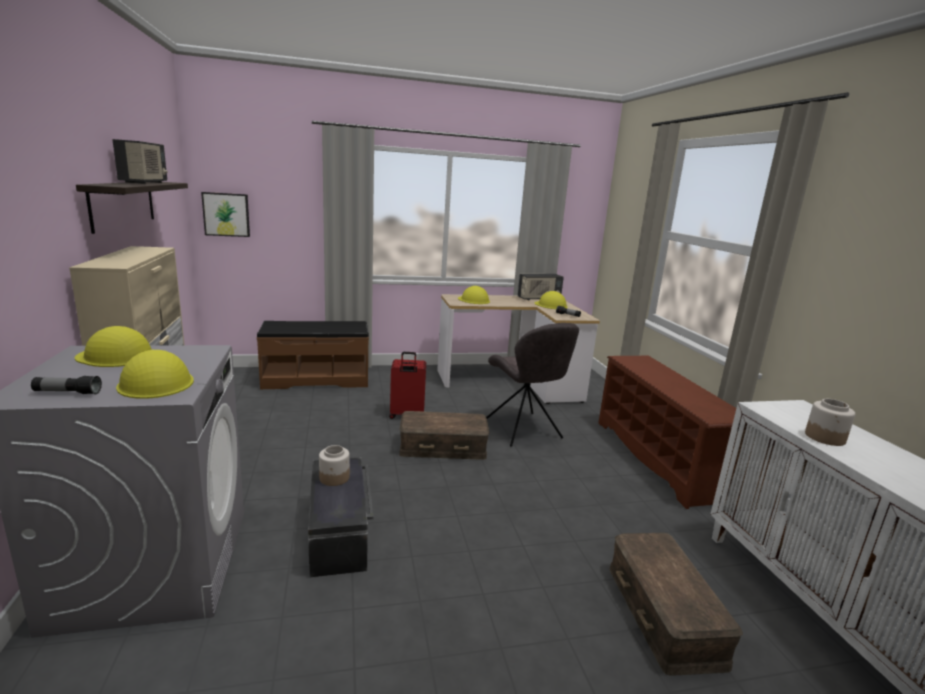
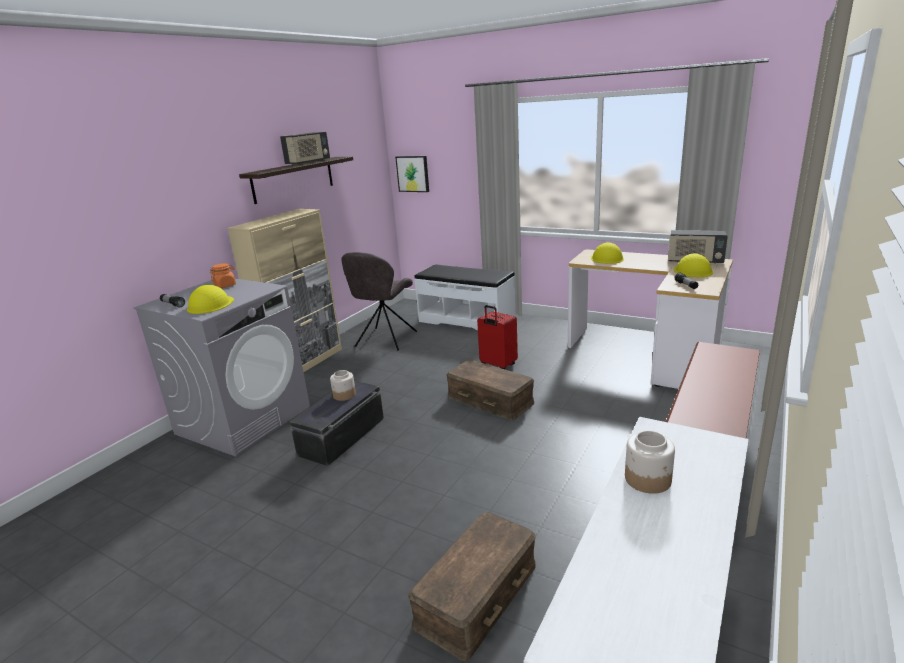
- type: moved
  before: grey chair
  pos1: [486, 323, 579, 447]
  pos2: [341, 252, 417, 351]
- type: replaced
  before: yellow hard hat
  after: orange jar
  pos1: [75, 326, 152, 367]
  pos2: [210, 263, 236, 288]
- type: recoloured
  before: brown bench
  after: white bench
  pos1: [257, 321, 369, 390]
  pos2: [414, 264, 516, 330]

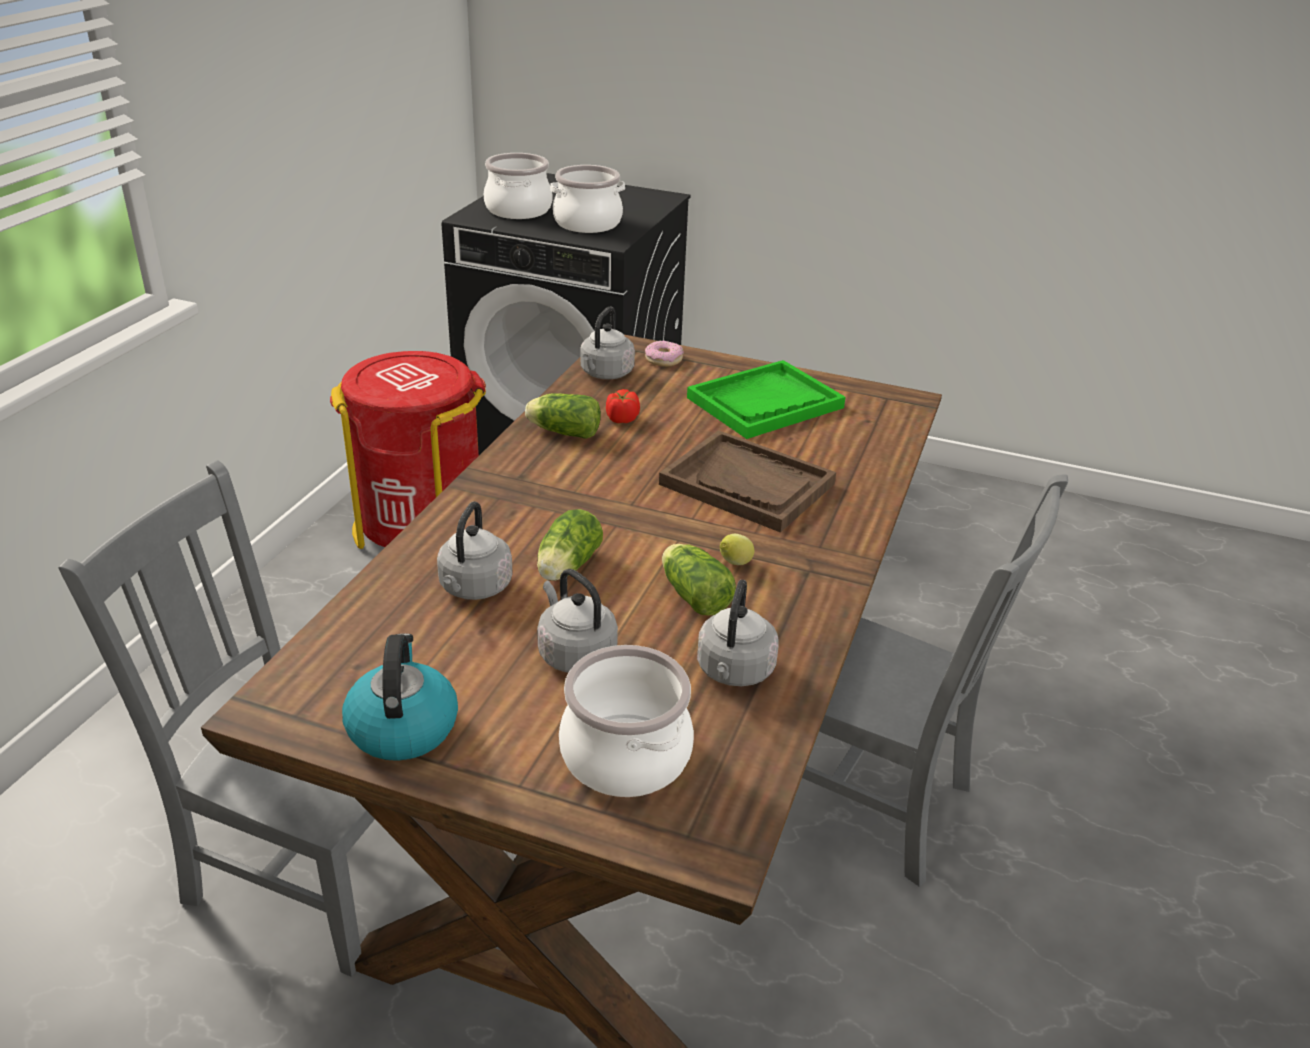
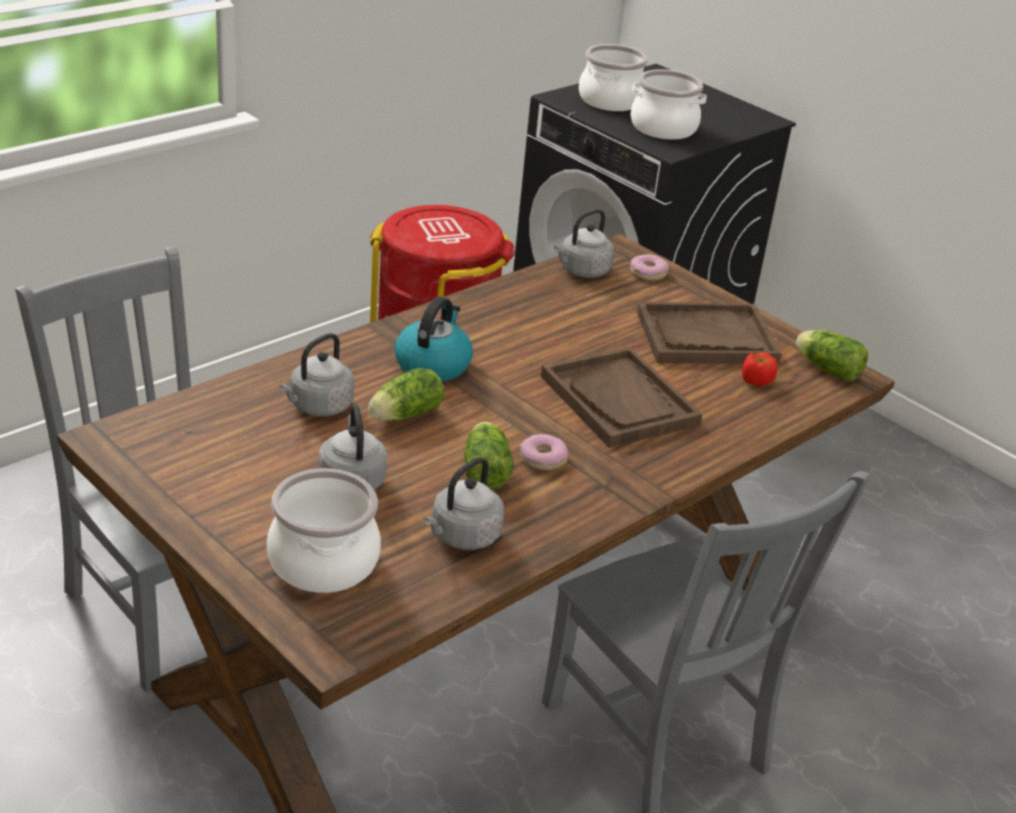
- type: moved
  before: kettle
  pos1: [342, 634, 458, 761]
  pos2: [394, 297, 473, 382]
- type: moved
  before: lettuce
  pos1: [525, 393, 601, 439]
  pos2: [796, 330, 868, 381]
- type: moved
  before: tomato
  pos1: [606, 389, 640, 423]
  pos2: [742, 352, 778, 386]
- type: replaced
  before: lemon
  after: donut
  pos1: [720, 534, 754, 565]
  pos2: [520, 434, 568, 471]
- type: recoloured
  before: green tray
  after: brown tray
  pos1: [687, 360, 846, 439]
  pos2: [637, 302, 782, 364]

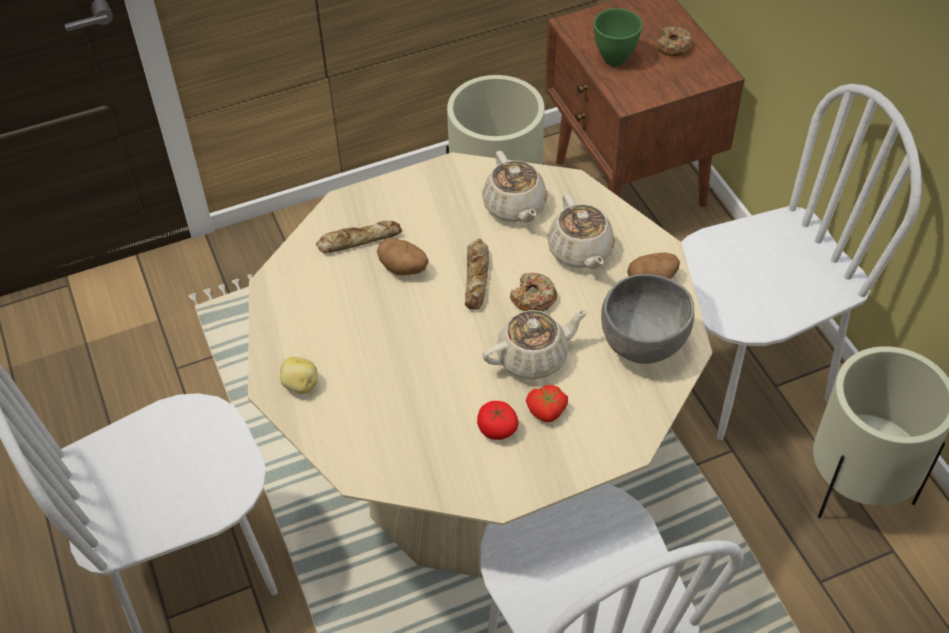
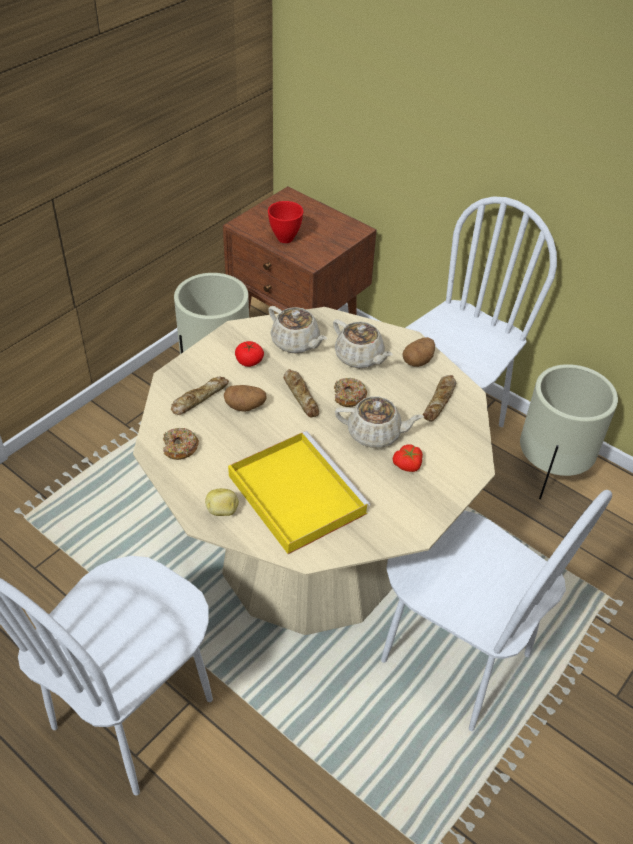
- type: added
  after: yellow tray
  pos2: [228, 431, 370, 554]
- type: moved
  before: tomato
  pos1: [477, 401, 518, 440]
  pos2: [235, 341, 264, 367]
- type: moved
  before: donut
  pos1: [656, 26, 693, 56]
  pos2: [163, 428, 199, 460]
- type: replaced
  before: grey bowl
  after: bread
  pos1: [601, 274, 694, 364]
  pos2: [423, 375, 456, 422]
- type: recoloured
  before: green bowl
  after: red bowl
  pos1: [594, 8, 642, 66]
  pos2: [268, 201, 303, 243]
- type: turned
  before: beige teapot
  pos1: [482, 309, 589, 380]
  pos2: [335, 396, 424, 448]
  turn: 60

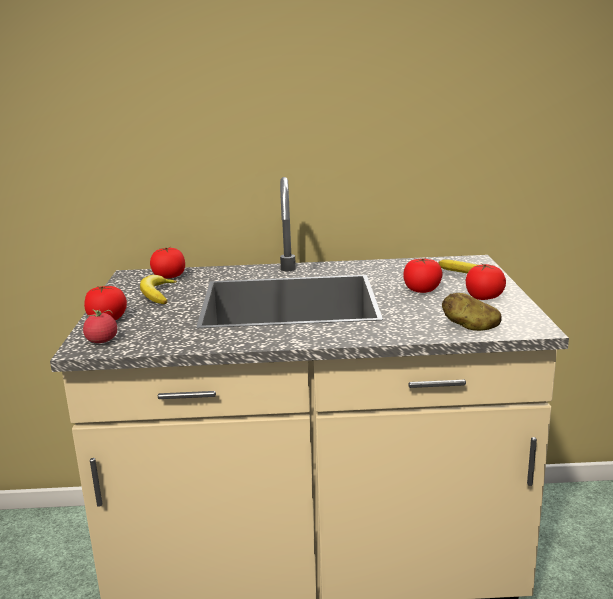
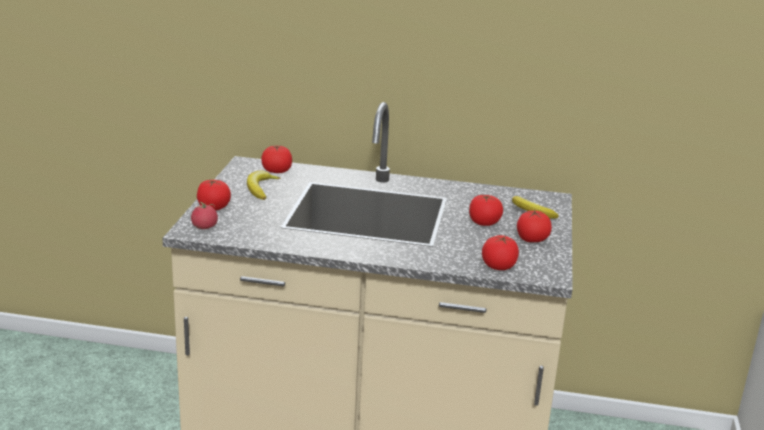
- type: replaced
  before: potato
  after: tomato
  pos1: [442, 293, 502, 331]
  pos2: [482, 235, 519, 270]

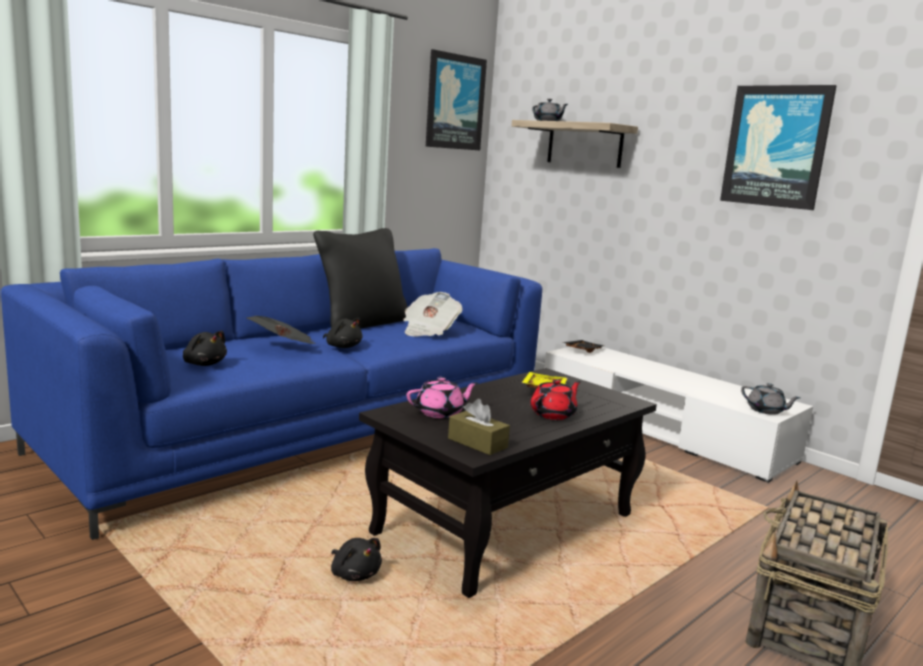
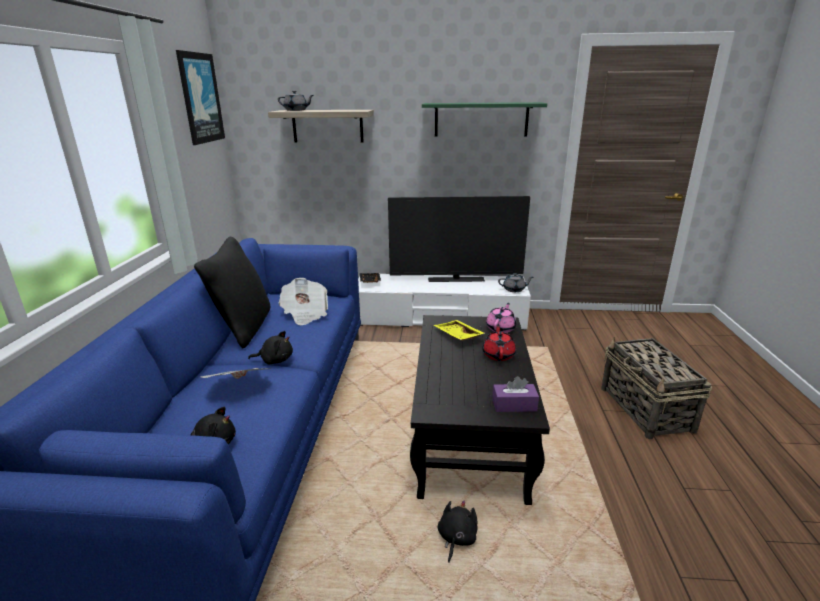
- type: added
  after: television
  pos2: [388, 196, 530, 282]
- type: moved
  before: pink teapot
  pos1: [407, 377, 478, 418]
  pos2: [486, 303, 516, 333]
- type: replaced
  before: picture
  after: green shelf
  pos1: [720, 85, 837, 210]
  pos2: [422, 102, 547, 137]
- type: recoloured
  before: brown tissue box
  after: purple tissue box
  pos1: [448, 399, 510, 455]
  pos2: [492, 376, 539, 412]
- type: turned
  before: black plush toy
  pos1: [331, 538, 382, 581]
  pos2: [438, 500, 478, 563]
  turn: -75

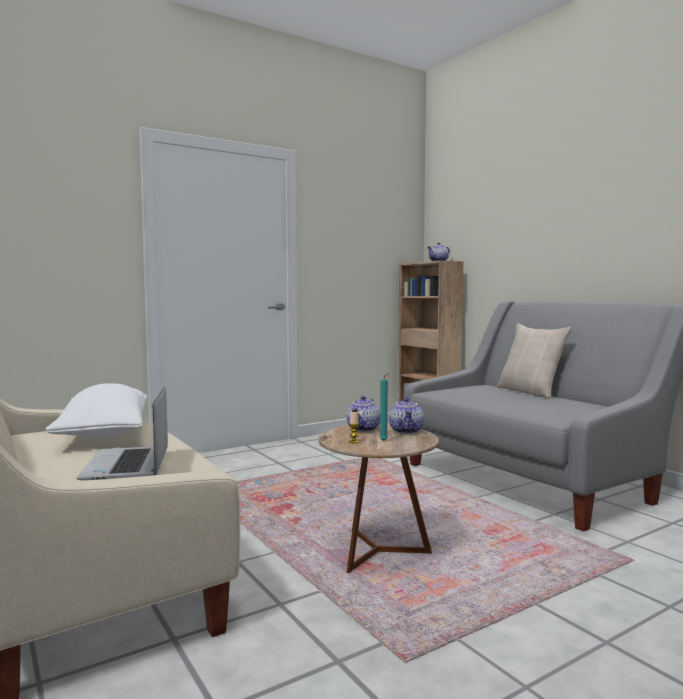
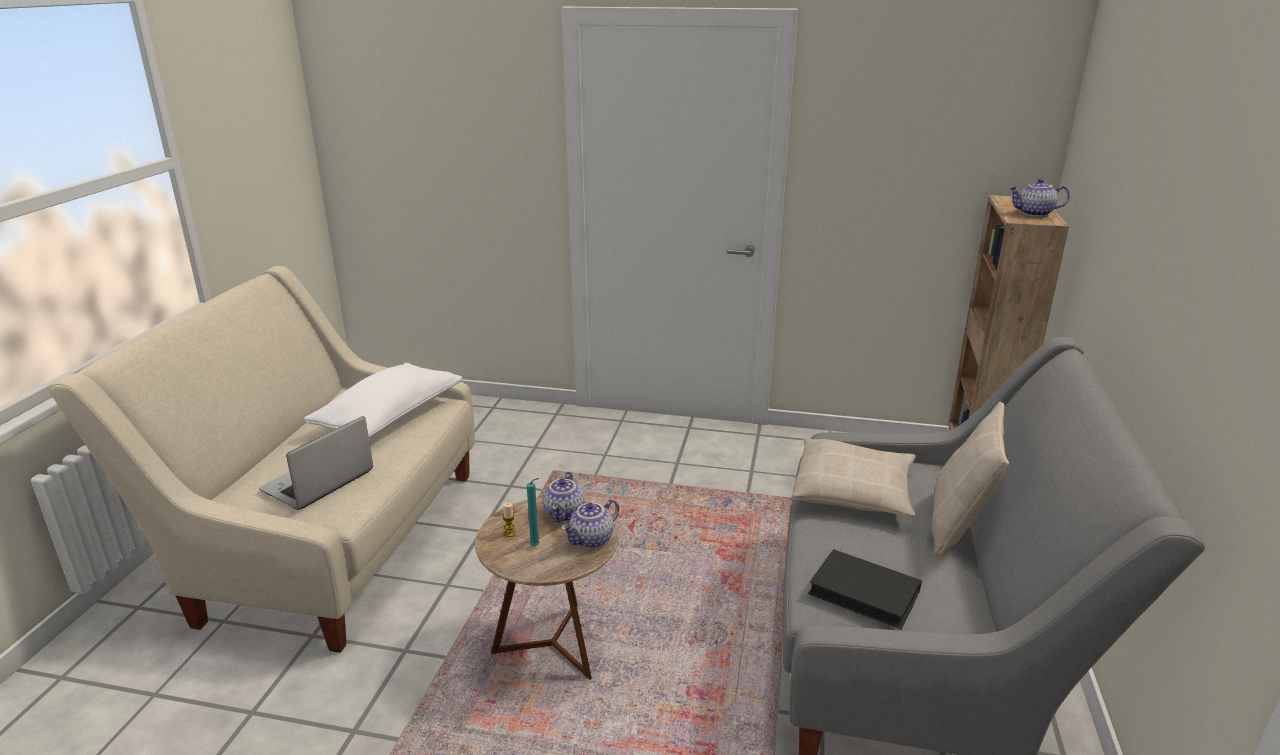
- type: added
  after: beige pillow
  pos2: [792, 438, 916, 519]
- type: added
  after: black book
  pos2: [808, 549, 922, 630]
- type: turned
  before: teapot
  pos1: [346, 396, 380, 432]
  pos2: [543, 471, 585, 522]
  turn: -60

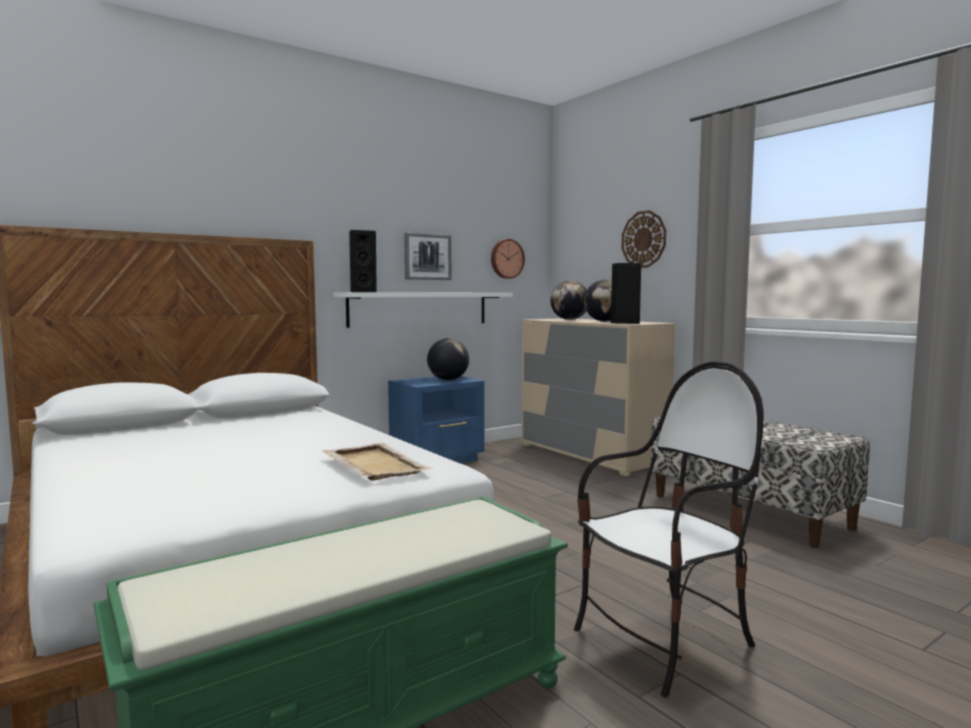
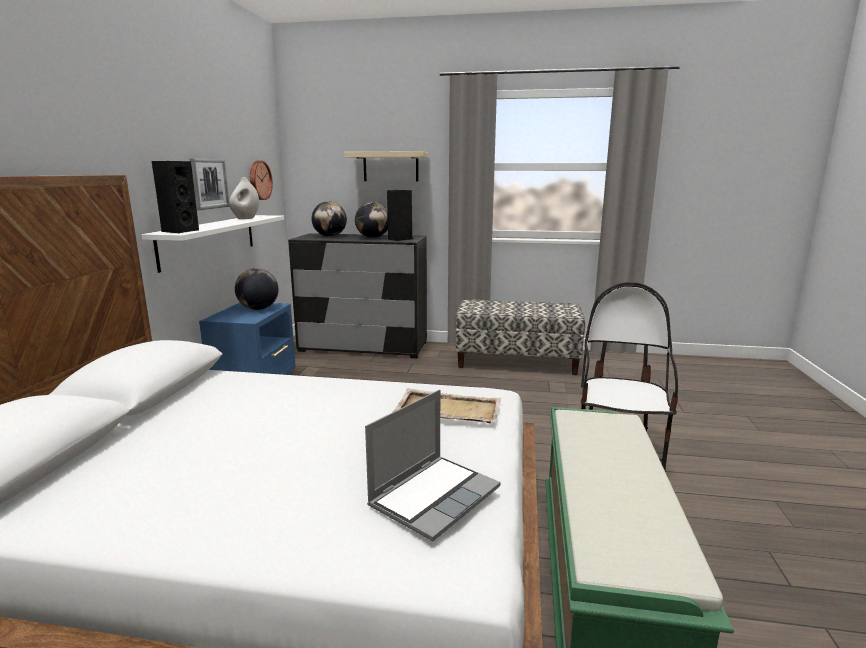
- type: added
  after: white vase
  pos2: [229, 177, 259, 219]
- type: added
  after: laptop
  pos2: [365, 390, 500, 541]
- type: replaced
  before: wall clock
  after: beige shelf
  pos1: [621, 210, 666, 268]
  pos2: [344, 151, 429, 181]
- type: recoloured
  before: beige dresser
  after: black dresser
  pos1: [521, 318, 675, 476]
  pos2: [288, 233, 427, 358]

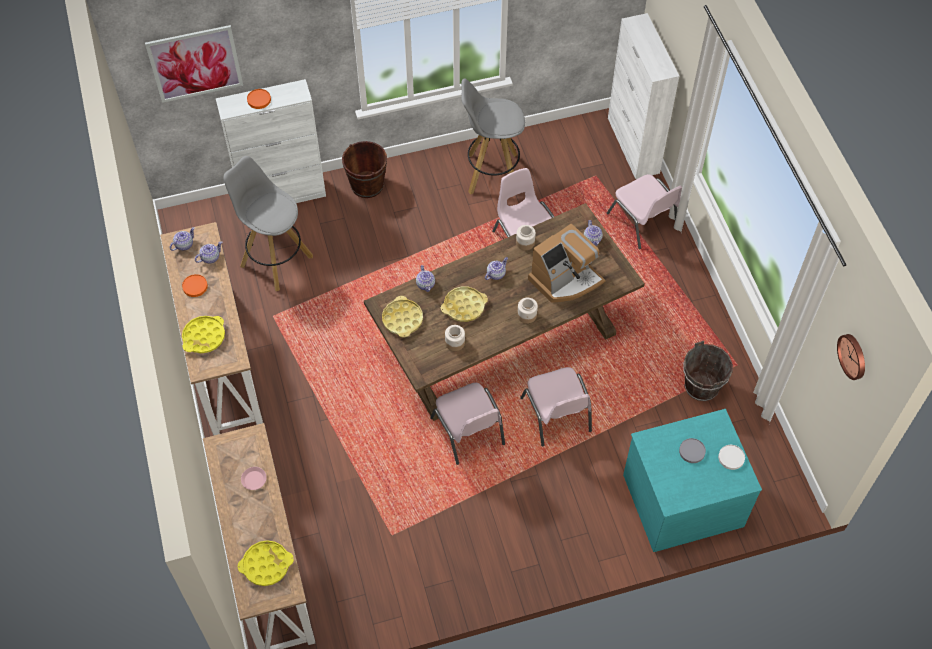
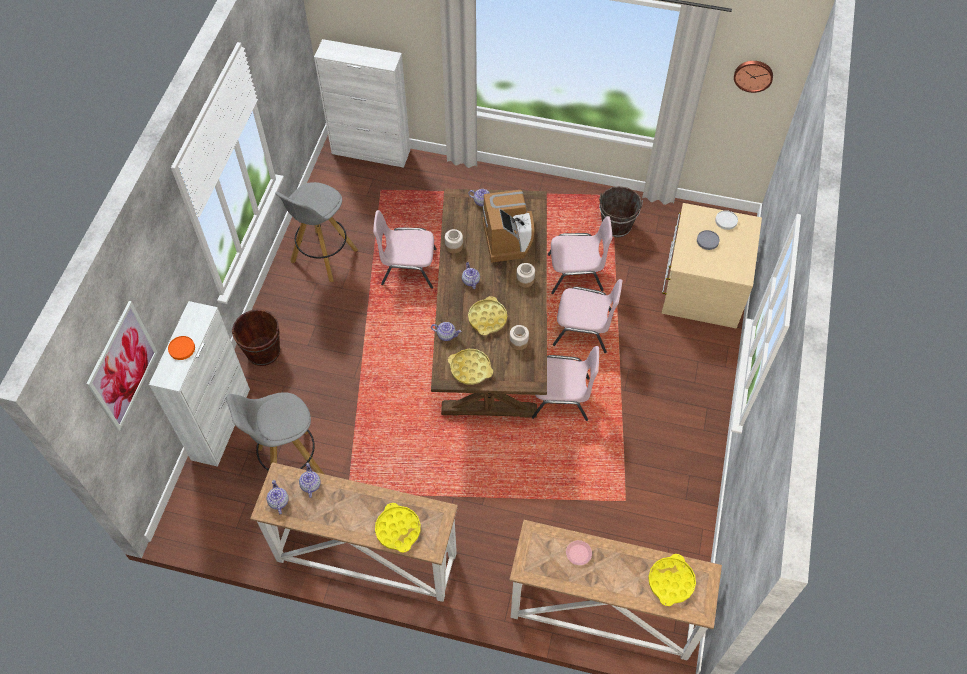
- type: removed
  before: orange plate
  pos1: [182, 274, 208, 297]
- type: moved
  before: pink chair
  pos1: [606, 174, 682, 249]
  pos2: [548, 216, 612, 294]
- type: recoloured
  before: turquoise dresser
  after: beige dresser
  pos1: [623, 409, 762, 552]
  pos2: [662, 203, 762, 328]

